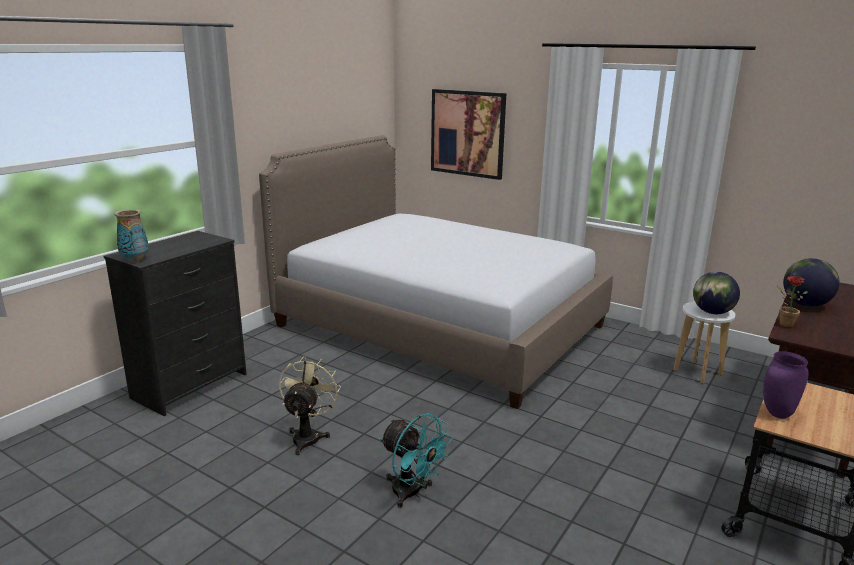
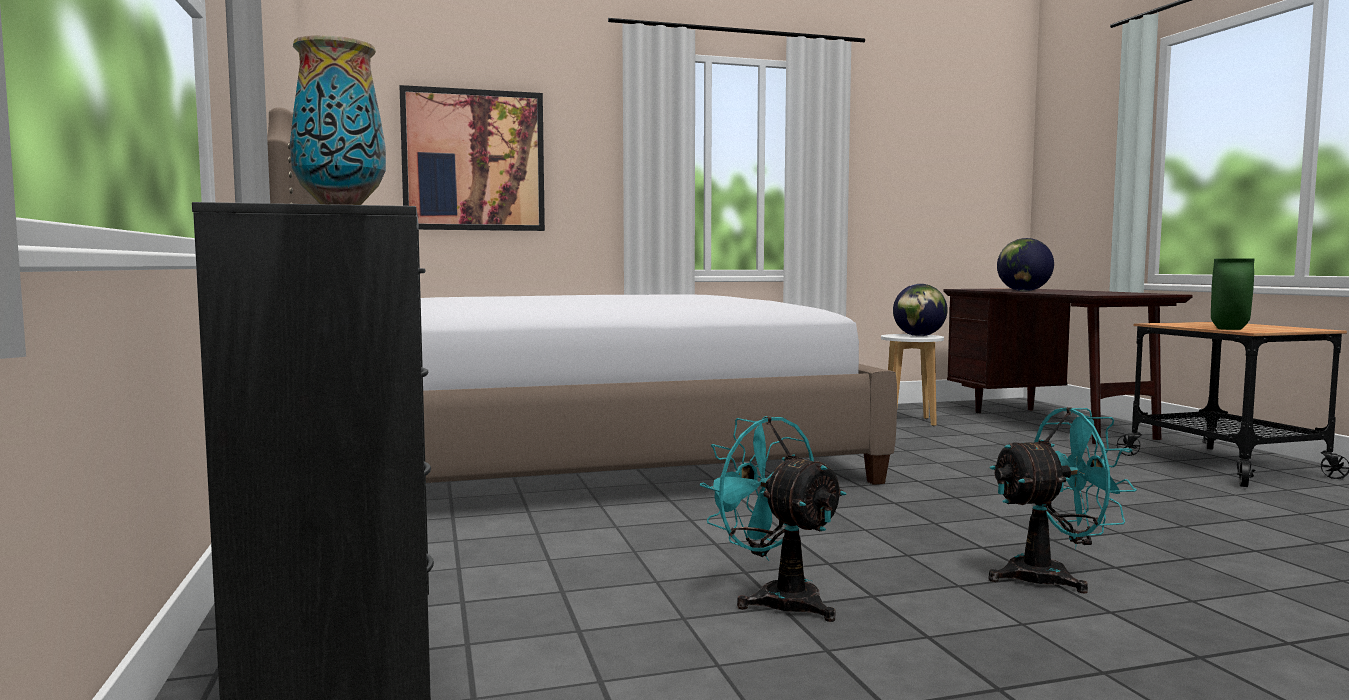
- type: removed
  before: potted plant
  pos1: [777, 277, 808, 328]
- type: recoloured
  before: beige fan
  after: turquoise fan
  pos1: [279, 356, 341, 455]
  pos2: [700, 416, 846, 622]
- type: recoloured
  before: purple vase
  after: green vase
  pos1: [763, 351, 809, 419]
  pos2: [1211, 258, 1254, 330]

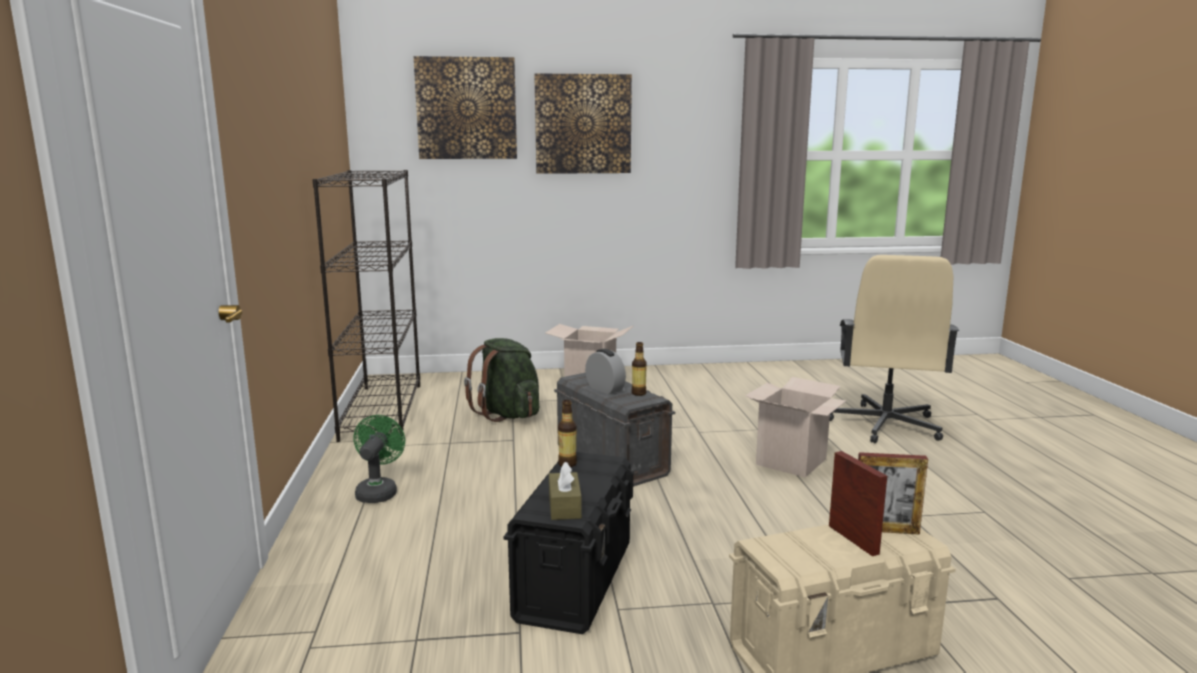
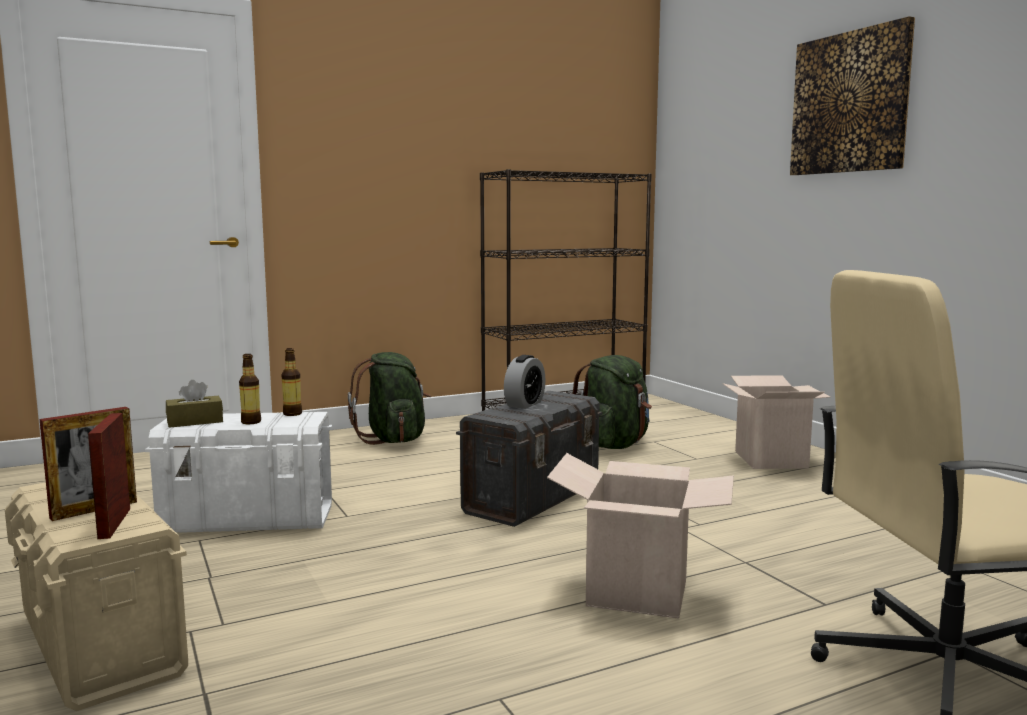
- type: removed
  before: picture
  pos1: [414, 56, 517, 159]
- type: moved
  before: bottle
  pos1: [632, 342, 647, 396]
  pos2: [239, 354, 261, 424]
- type: replaced
  before: green fan
  after: green backpack
  pos1: [353, 415, 405, 503]
  pos2: [348, 352, 431, 445]
- type: recoloured
  before: black storage box
  after: white storage box
  pos1: [503, 452, 634, 634]
  pos2: [145, 412, 332, 533]

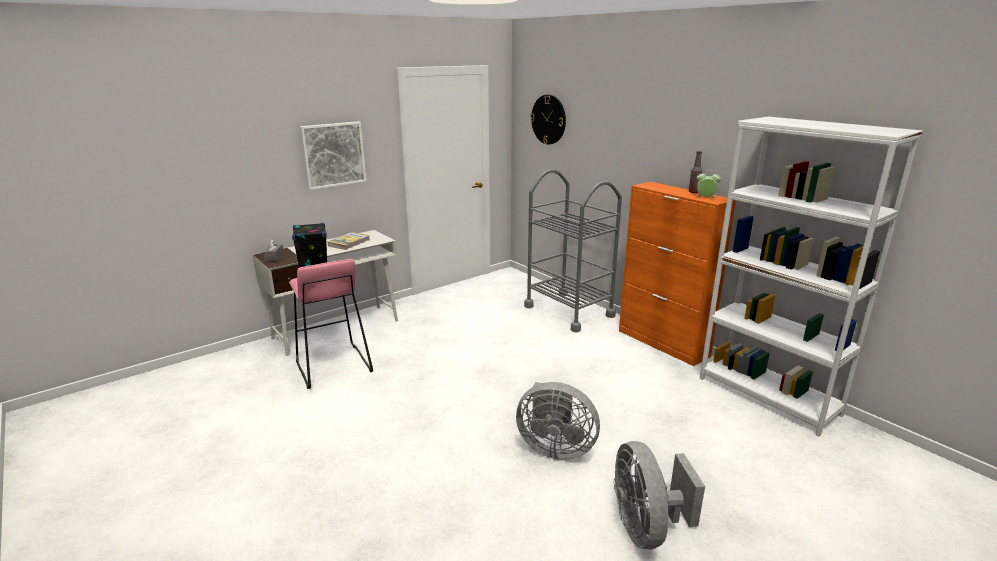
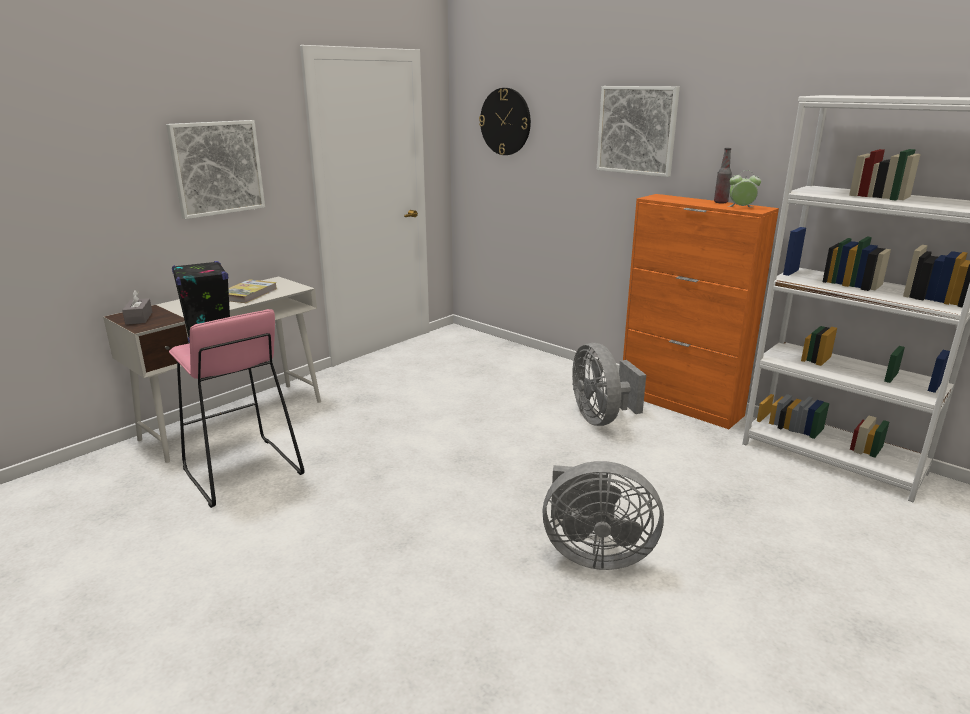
- type: removed
  before: grey cart
  pos1: [524, 169, 622, 333]
- type: added
  after: picture
  pos2: [597, 86, 680, 177]
- type: moved
  before: grey fan
  pos1: [614, 441, 705, 549]
  pos2: [572, 343, 646, 426]

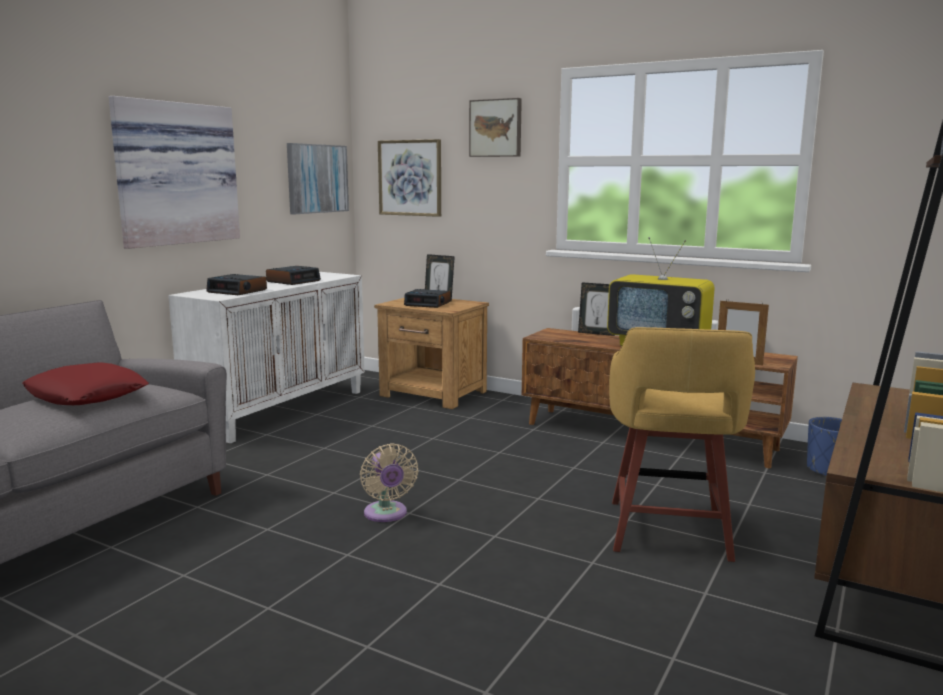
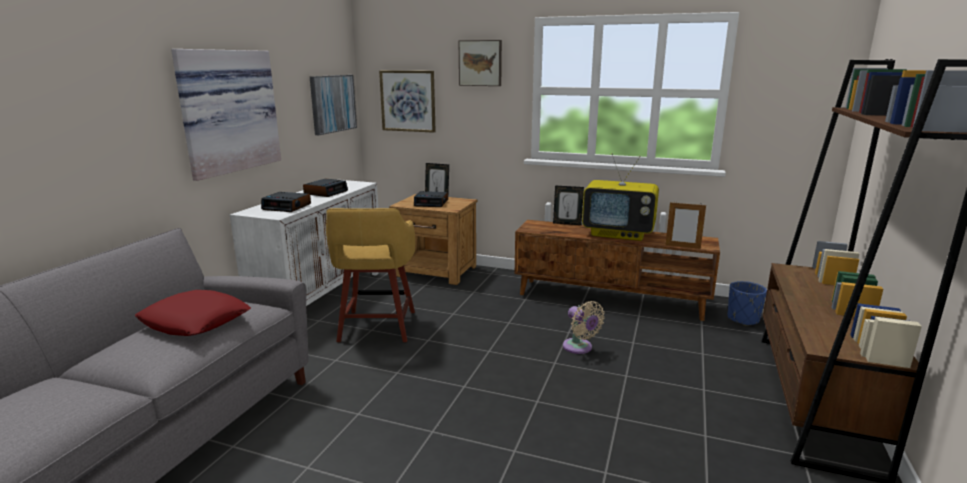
- type: moved
  before: beige fan
  pos1: [360, 443, 418, 522]
  pos2: [563, 301, 605, 354]
- type: moved
  before: yellow stool
  pos1: [609, 327, 755, 562]
  pos2: [326, 208, 415, 342]

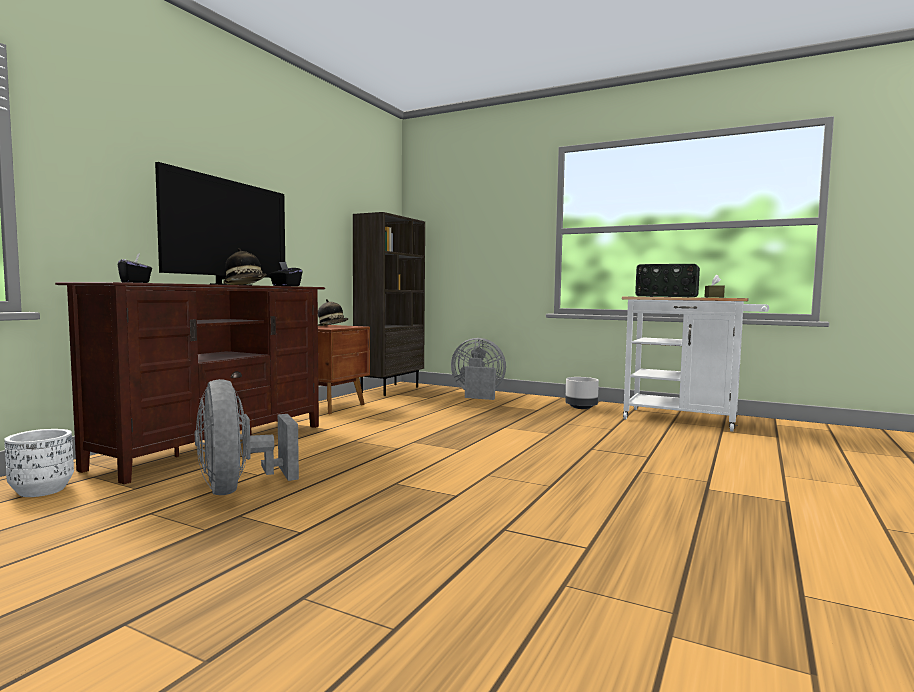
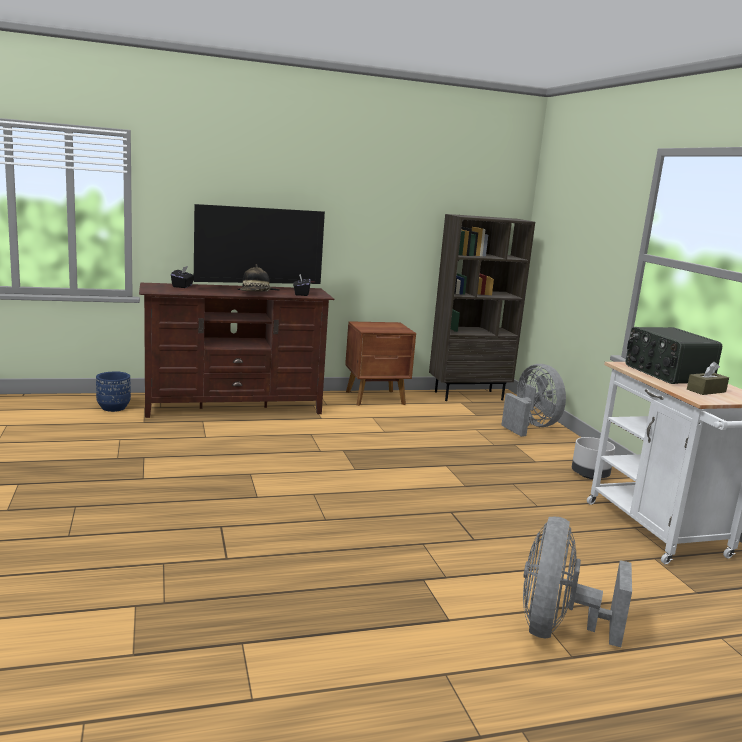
- type: removed
  before: hat
  pos1: [318, 299, 348, 326]
- type: moved
  before: grey fan
  pos1: [195, 379, 299, 495]
  pos2: [523, 517, 632, 647]
- type: recoloured
  before: white planter
  after: blue planter
  pos1: [4, 429, 74, 497]
  pos2: [96, 371, 131, 412]

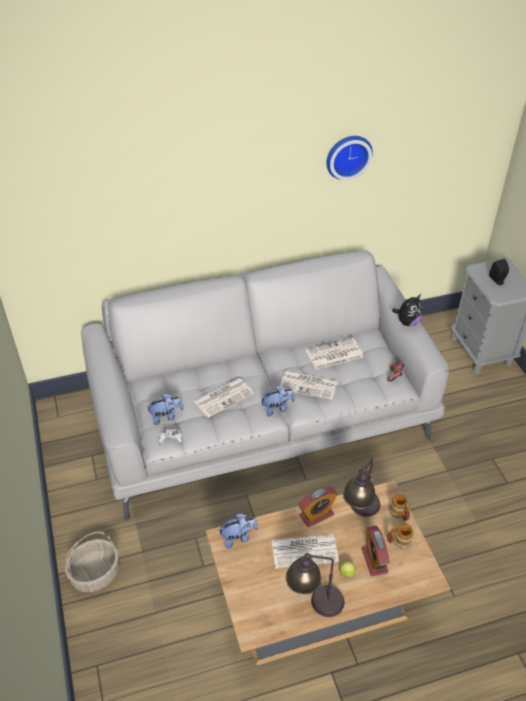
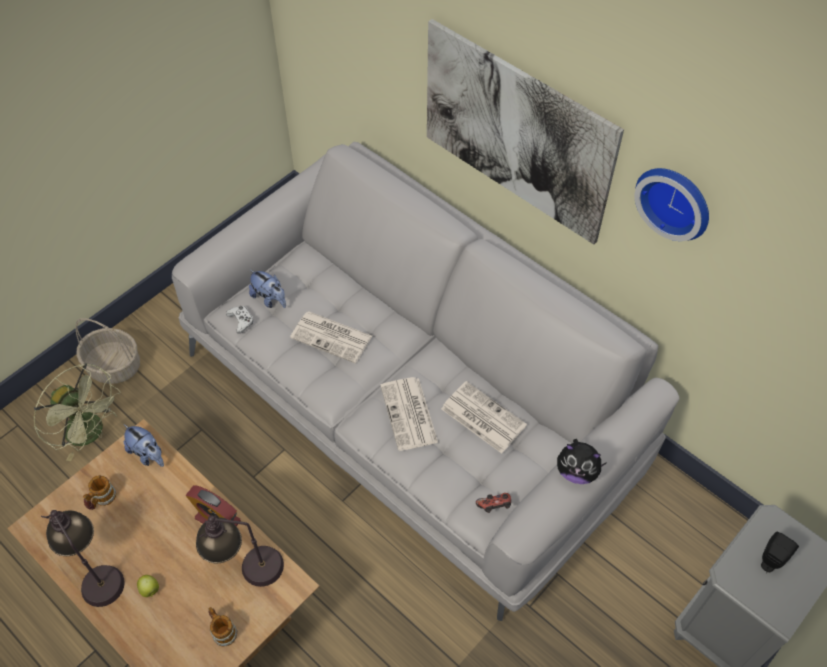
- type: removed
  before: plush toy
  pos1: [262, 385, 295, 416]
- type: removed
  before: newspaper
  pos1: [272, 534, 339, 569]
- type: removed
  before: alarm clock
  pos1: [362, 526, 390, 576]
- type: added
  after: green fan
  pos2: [34, 363, 121, 461]
- type: added
  after: picture
  pos2: [427, 19, 624, 244]
- type: moved
  before: mug
  pos1: [389, 494, 410, 521]
  pos2: [83, 475, 116, 510]

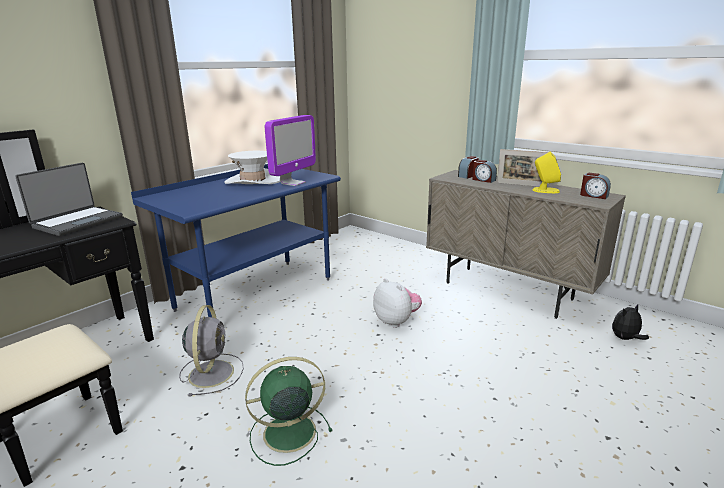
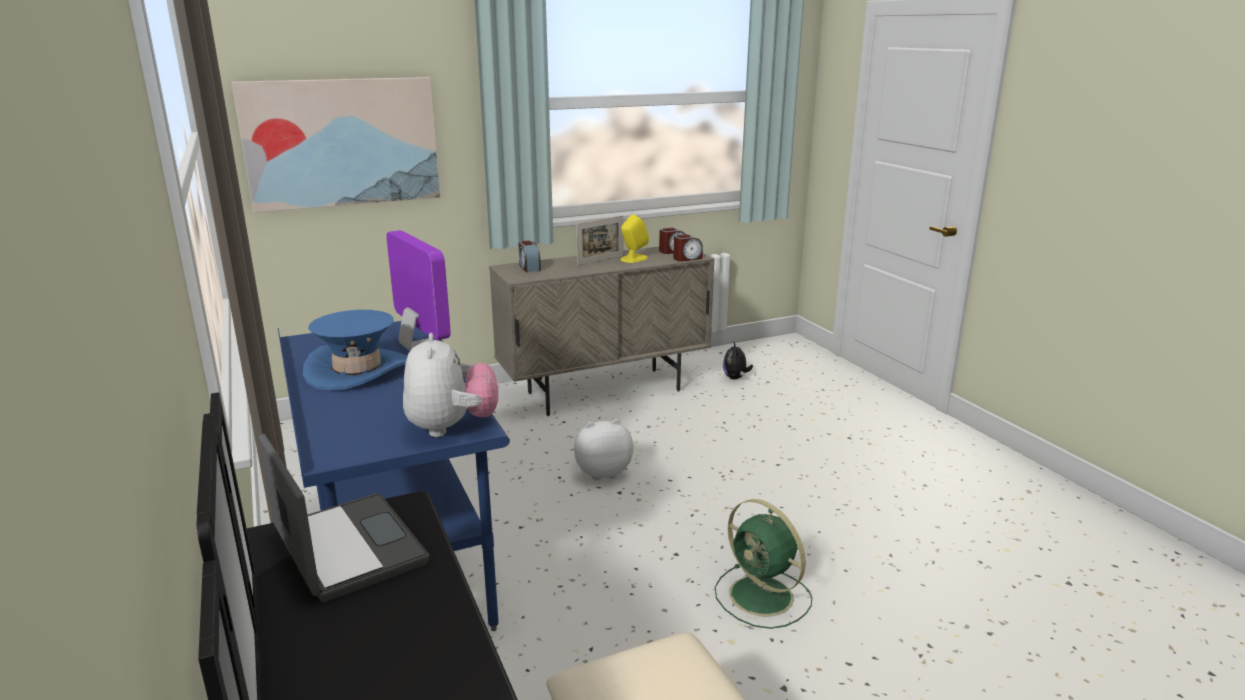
- type: removed
  before: grey fan
  pos1: [179, 305, 244, 396]
- type: added
  after: picture
  pos2: [231, 77, 440, 212]
- type: added
  after: plush toy
  pos2: [403, 333, 498, 437]
- type: moved
  before: alarm clock
  pos1: [472, 160, 497, 183]
  pos2: [673, 234, 703, 262]
- type: recoloured
  before: white hat
  after: blue hat
  pos1: [225, 151, 280, 184]
  pos2: [303, 310, 407, 390]
- type: turned
  before: green fan
  pos1: [245, 357, 333, 466]
  pos2: [715, 499, 812, 629]
  turn: -45

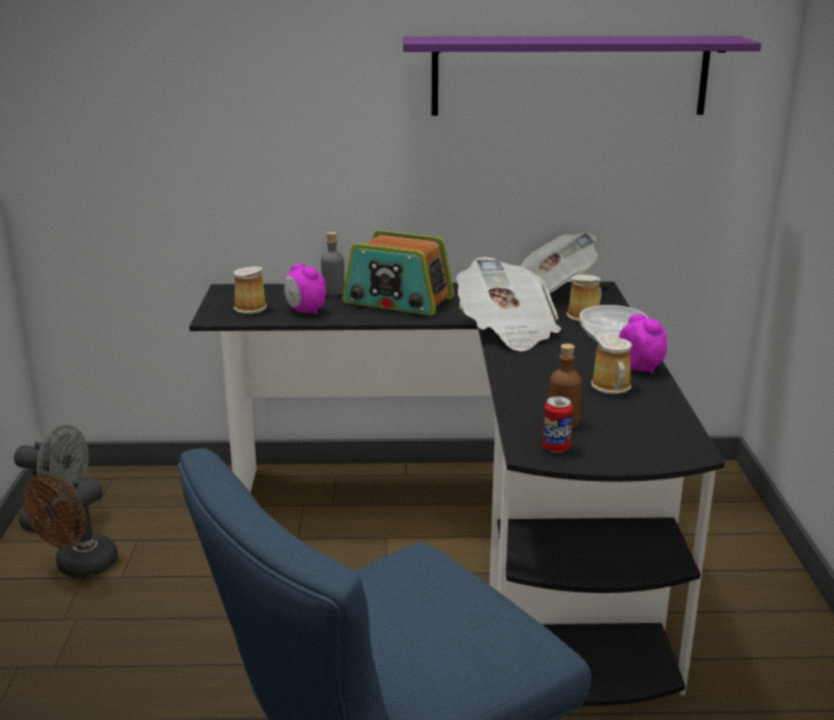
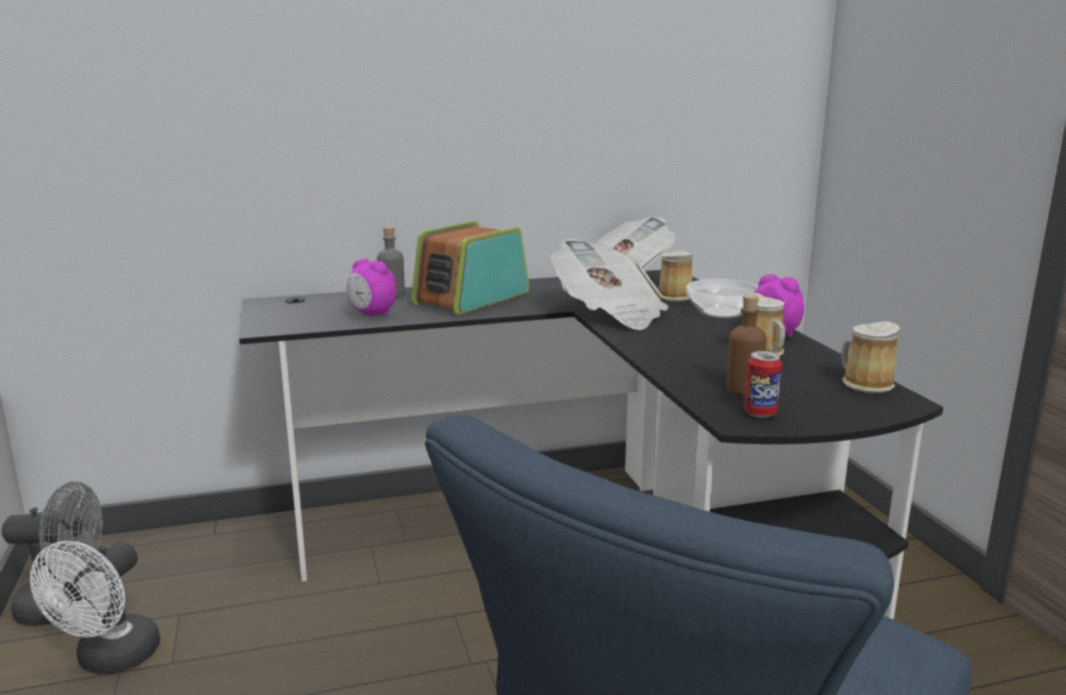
- type: removed
  before: purple shelf
  pos1: [403, 36, 761, 116]
- type: moved
  before: mug
  pos1: [234, 266, 267, 314]
  pos2: [841, 321, 900, 393]
- type: recoloured
  before: brown fan
  after: white fan
  pos1: [23, 474, 118, 578]
  pos2: [30, 541, 160, 674]
- type: turned
  before: radio
  pos1: [342, 230, 454, 316]
  pos2: [411, 221, 529, 315]
  turn: 120

